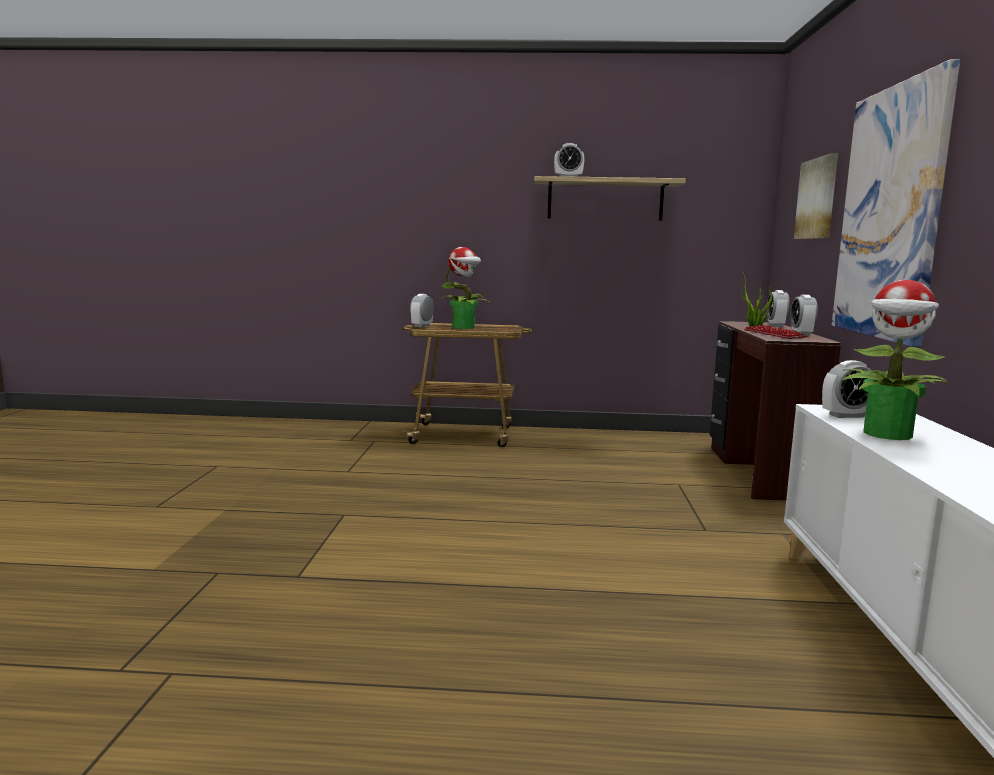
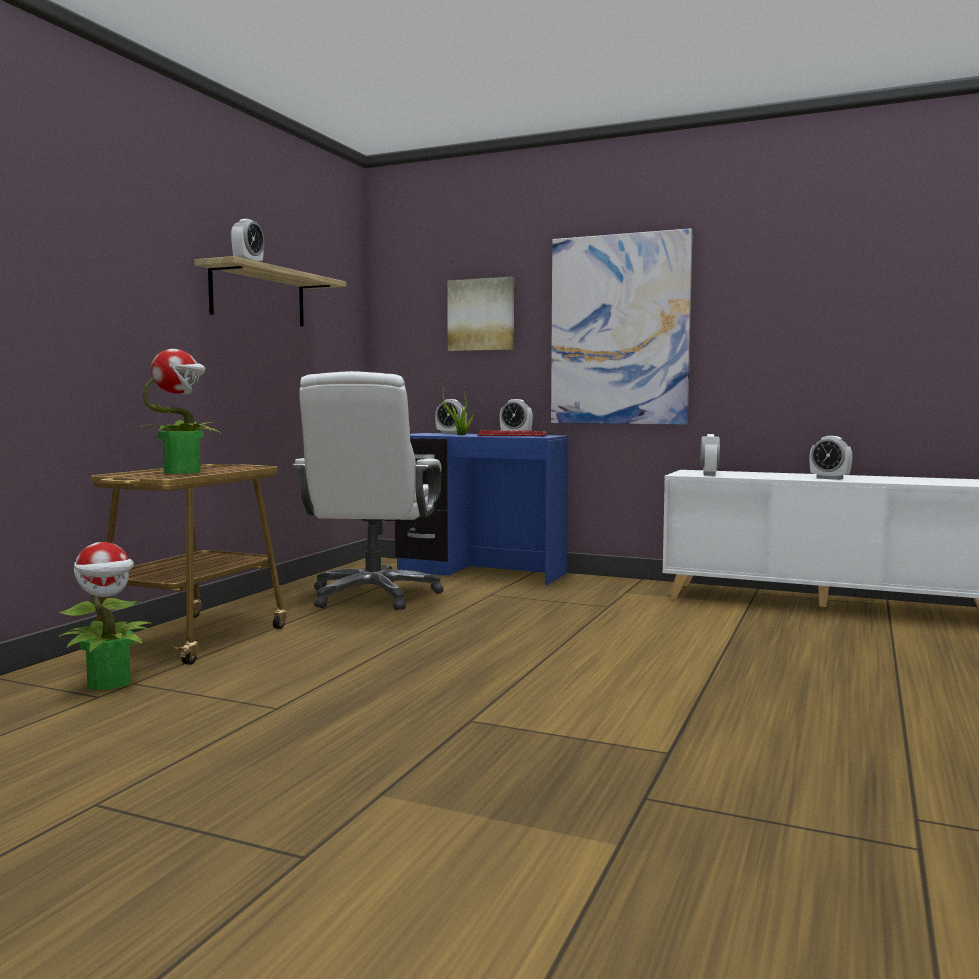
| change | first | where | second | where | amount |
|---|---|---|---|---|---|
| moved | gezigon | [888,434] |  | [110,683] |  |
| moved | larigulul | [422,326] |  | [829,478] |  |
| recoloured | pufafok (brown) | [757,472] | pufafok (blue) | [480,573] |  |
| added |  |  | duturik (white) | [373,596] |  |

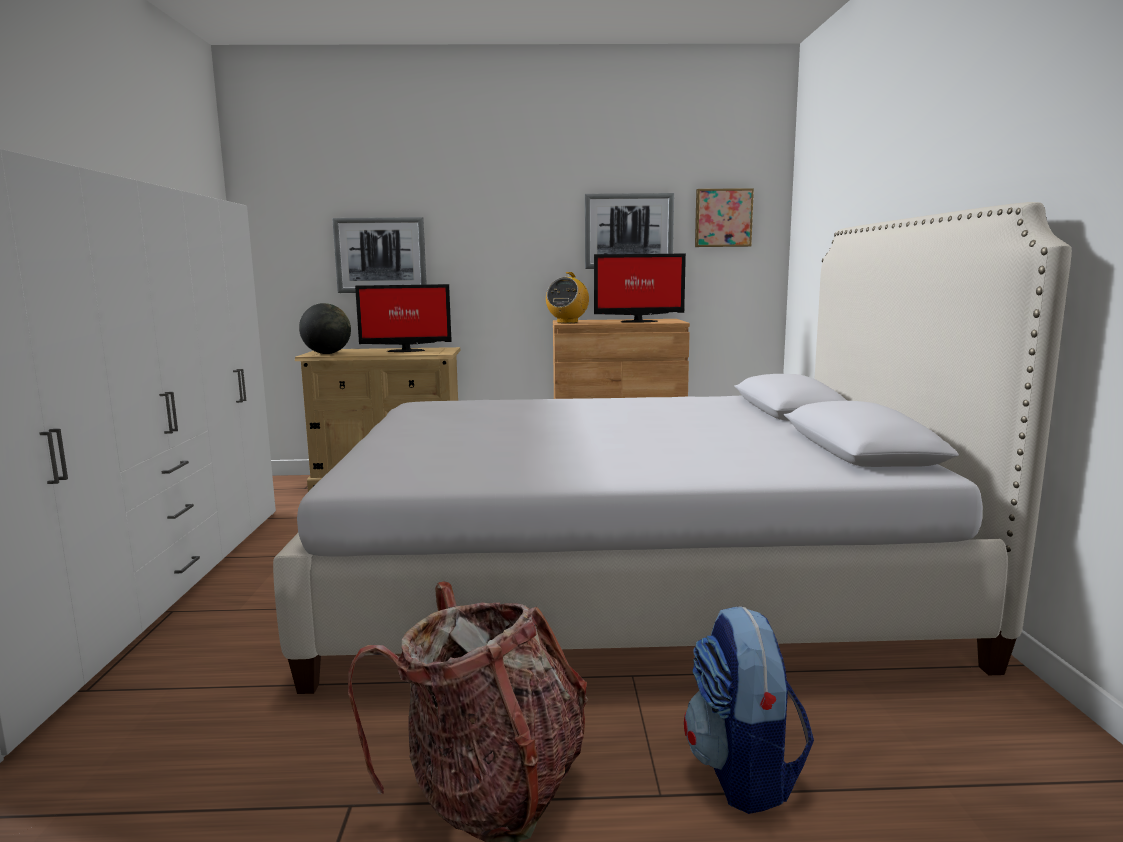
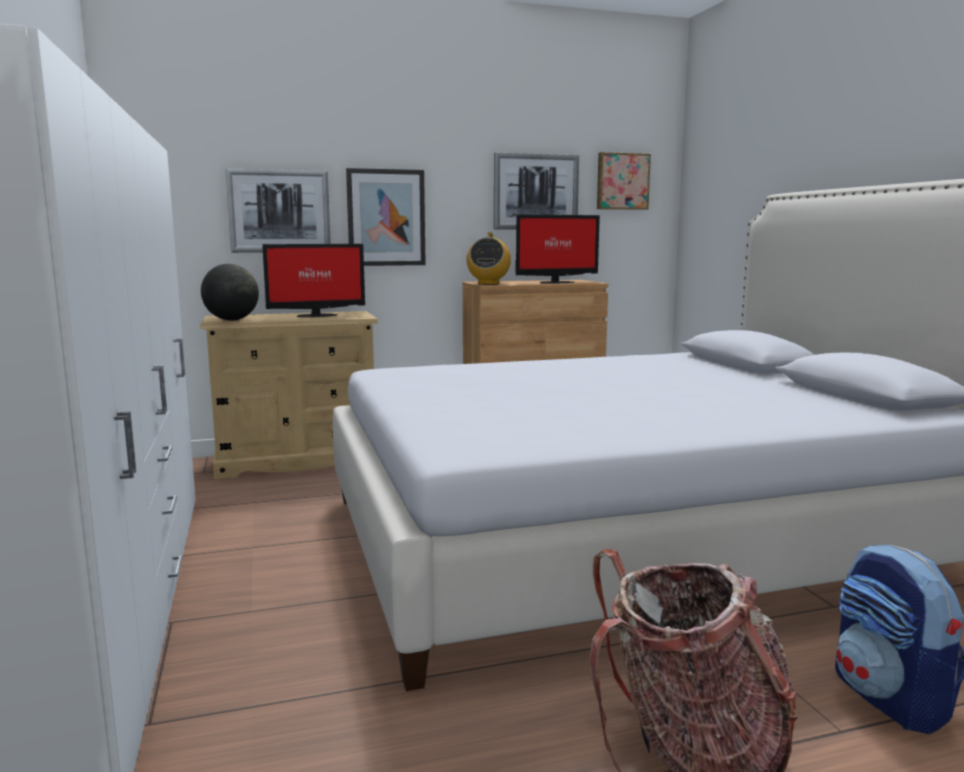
| change | first | where | second | where | amount |
|---|---|---|---|---|---|
| added |  |  | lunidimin | [386,218] |  |

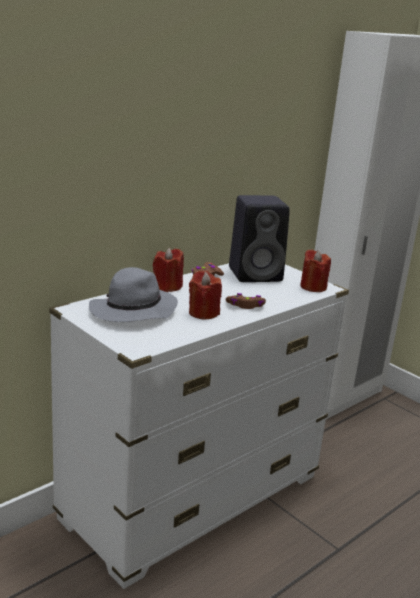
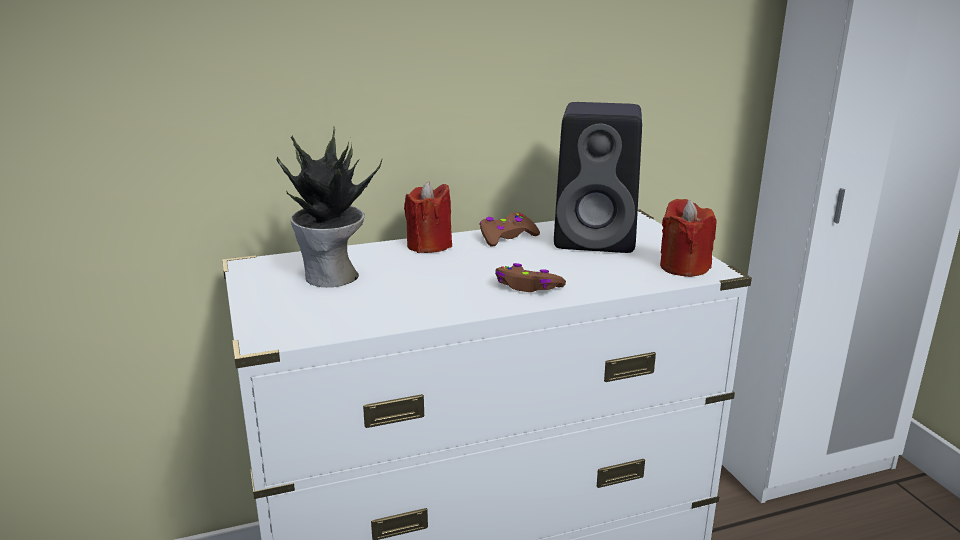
| change | first | where | second | where | amount |
|---|---|---|---|---|---|
| replaced | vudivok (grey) | [132,312] | gezigon | [332,277] |  |
| removed | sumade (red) | [203,313] |  |  |  |

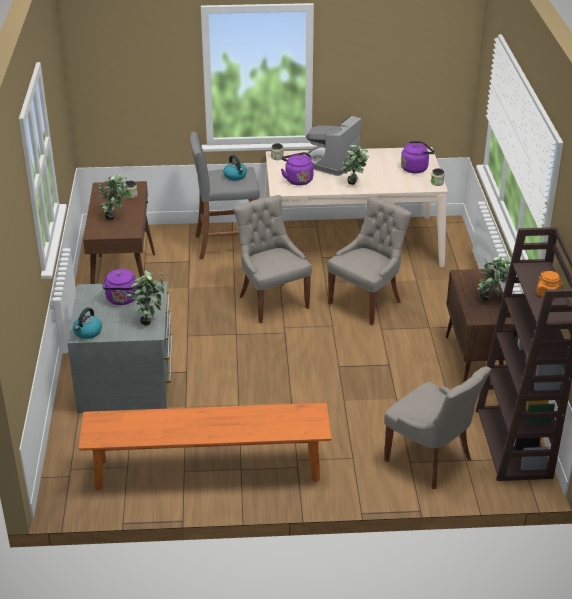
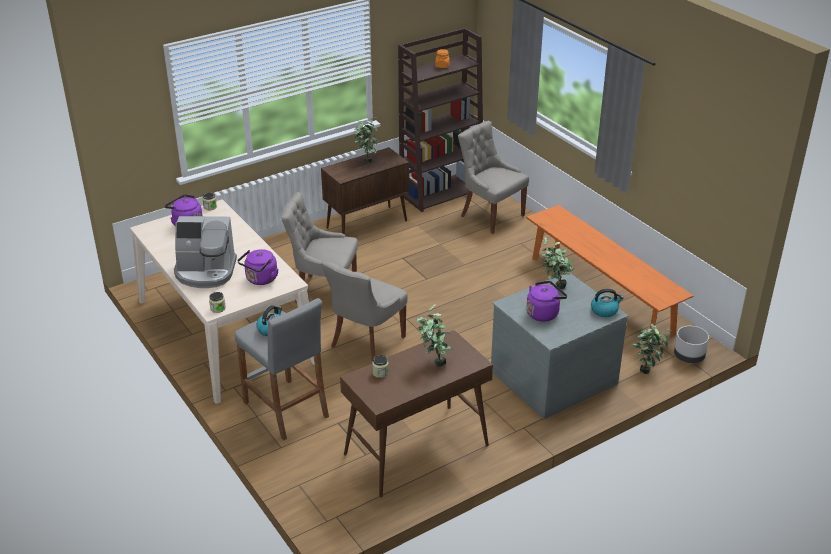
| change | first | where | second | where | amount |
|---|---|---|---|---|---|
| moved | gezigon | [354,185] |  | [647,368] |  |
| turned | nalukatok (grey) | [430,460] |  | [490,215] | 60 degrees counterclockwise |
| added |  |  | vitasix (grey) | [689,357] |  |

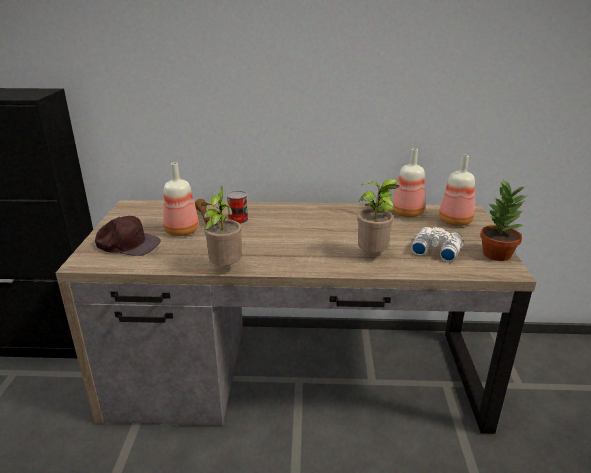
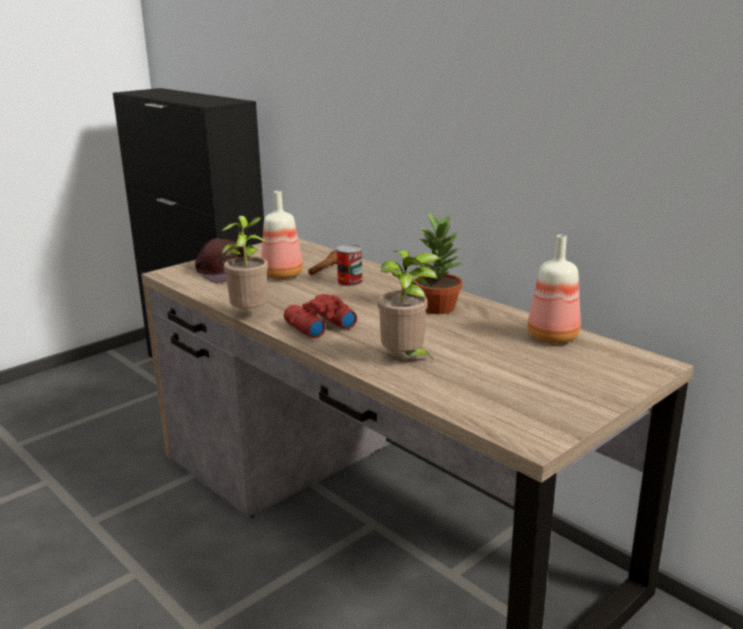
| change | first | where | second | where | amount |
|---|---|---|---|---|---|
| removed | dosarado | [456,221] |  |  |  |
| moved | gezigon | [496,253] |  | [438,307] |  |
| removed | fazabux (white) | [435,250] |  |  |  |
| added |  |  | fazabux (red) | [318,326] |  |

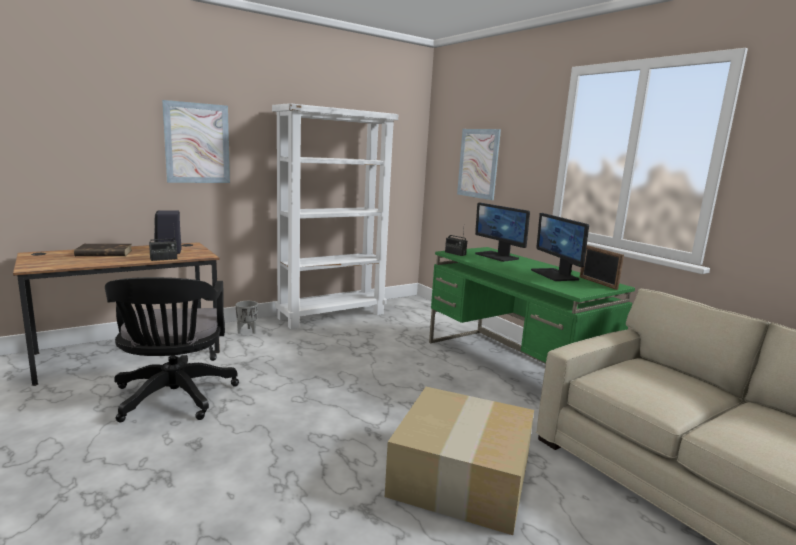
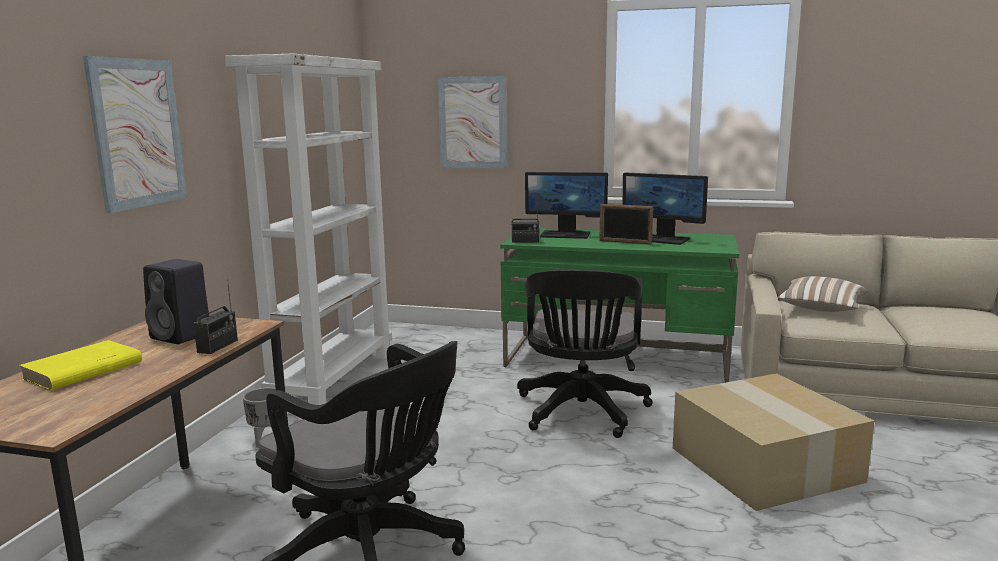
| change | first | where | second | where | amount |
|---|---|---|---|---|---|
| recoloured | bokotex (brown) | [103,253] | bokotex (yellow) | [82,371] |  |
| moved | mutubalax | [597,283] |  | [625,242] |  |
| added |  |  | duturik (black) | [581,413] |  |
| added |  |  | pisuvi | [821,309] |  |

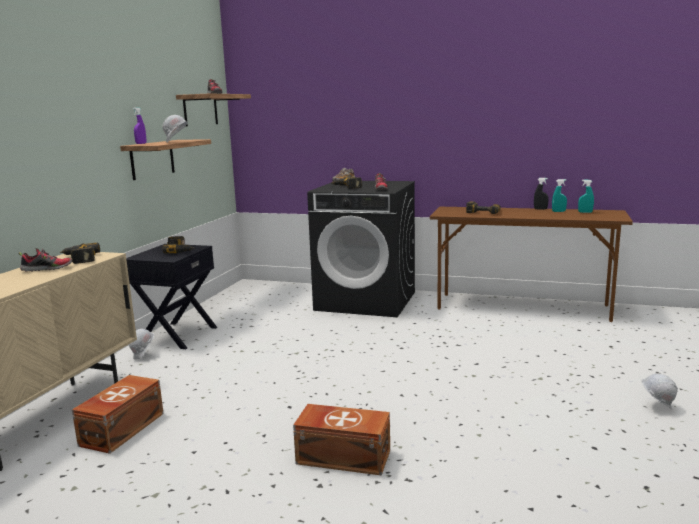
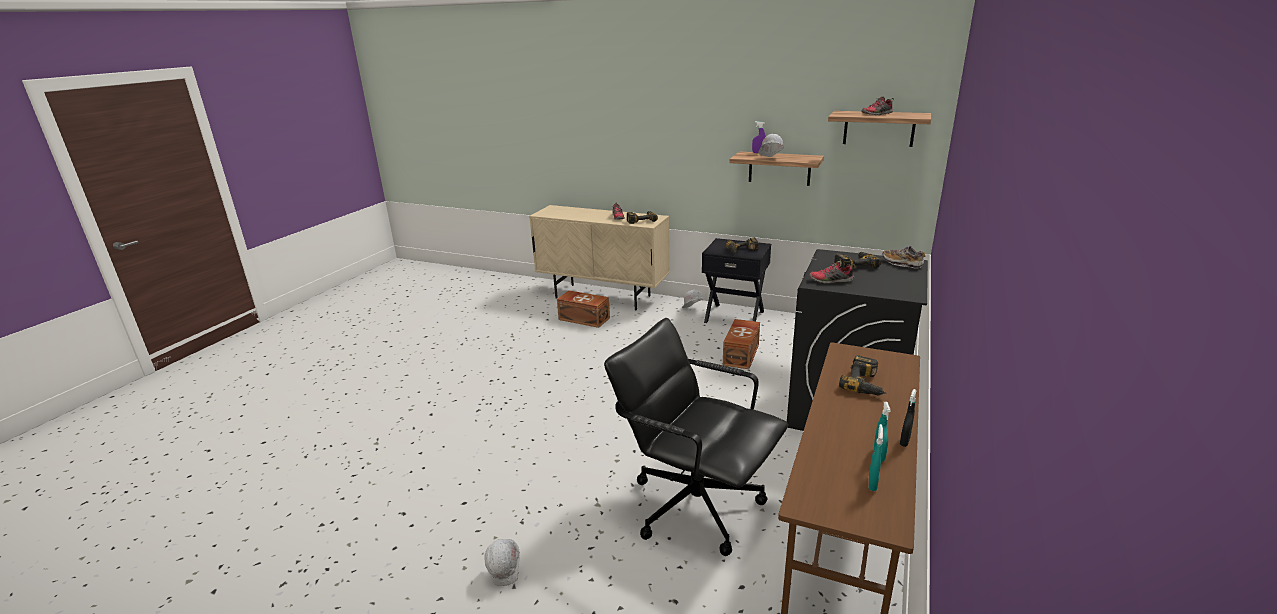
| change | first | where | second | where | amount |
|---|---|---|---|---|---|
| moved | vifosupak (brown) | [342,456] |  | [742,354] |  |
| added |  |  | duturik (black) | [695,504] |  |

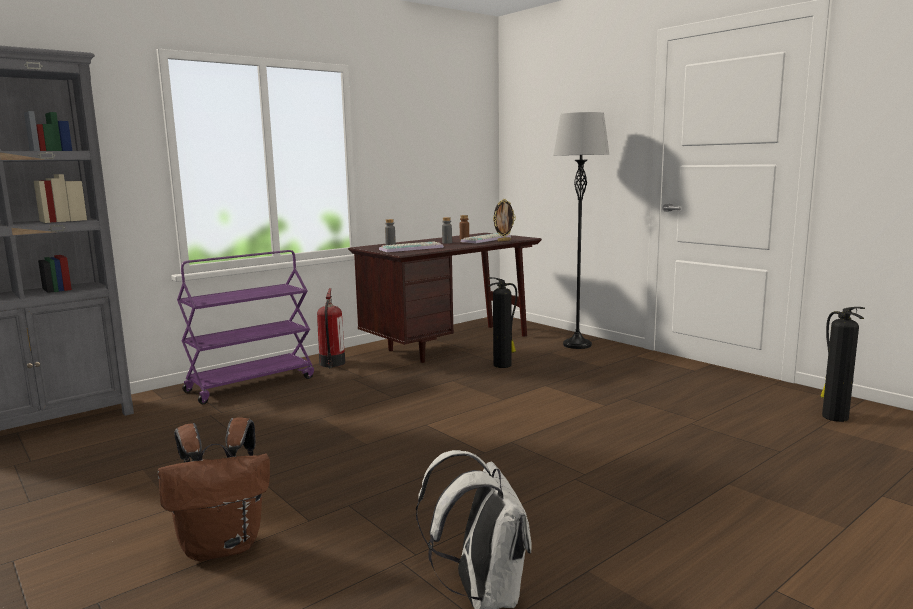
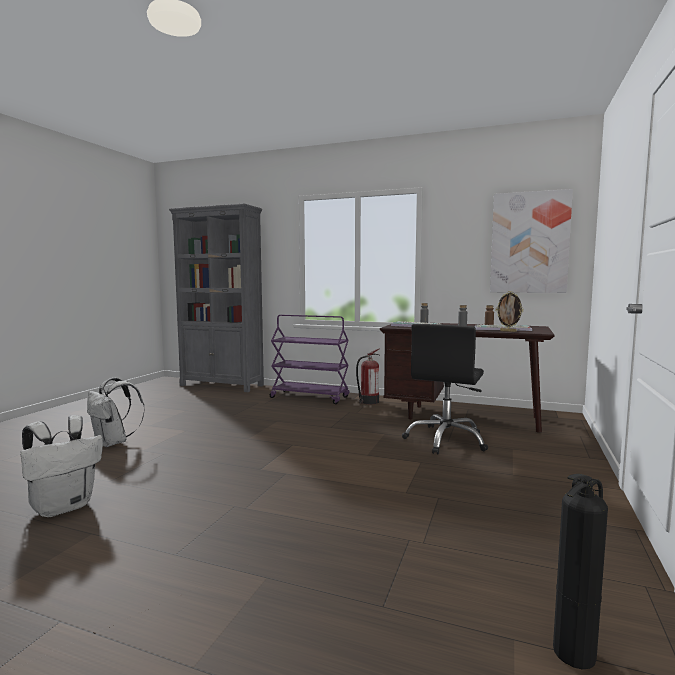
| change | first | where | second | where | amount |
|---|---|---|---|---|---|
| removed | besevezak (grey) | [577,345] |  |  |  |
| replaced | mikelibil | [503,365] | duturik (black) | [446,440] |  |
| recoloured | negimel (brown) | [224,545] | negimel (white) | [113,442] |  |
| added |  |  | lunidimin | [529,242] |  |

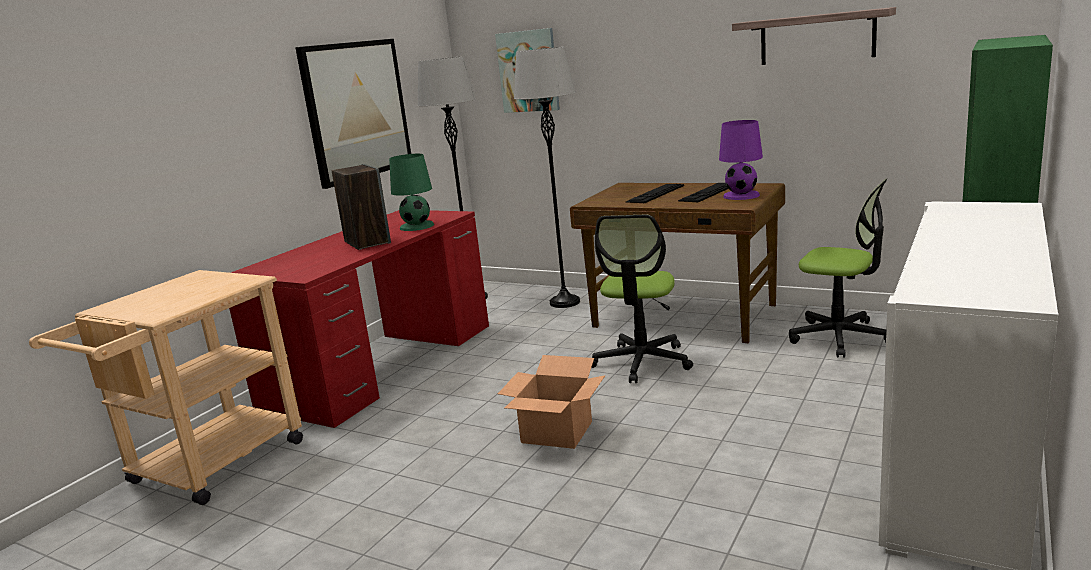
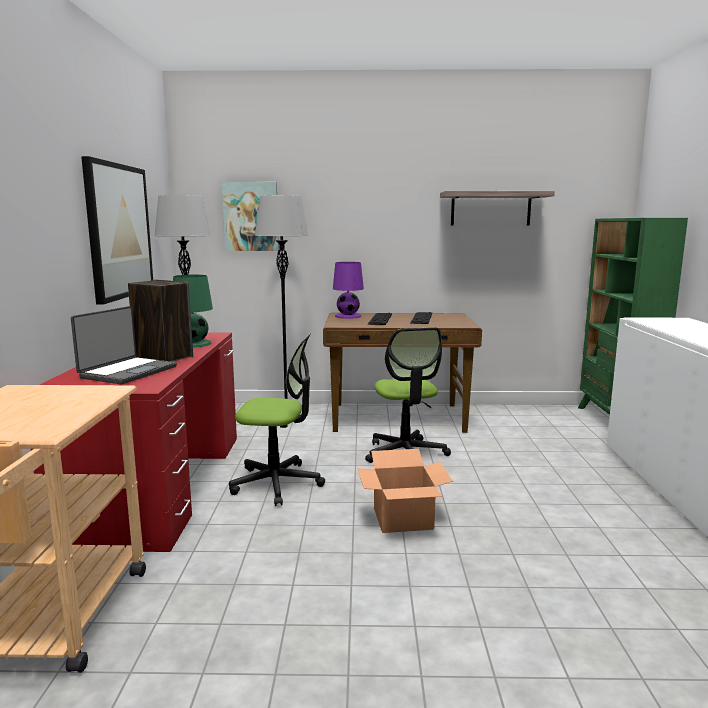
| change | first | where | second | where | amount |
|---|---|---|---|---|---|
| moved | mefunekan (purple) | [741,195] |  | [348,316] |  |
| moved | duturik | [840,337] |  | [277,483] |  |
| added |  |  | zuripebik | [127,372] |  |

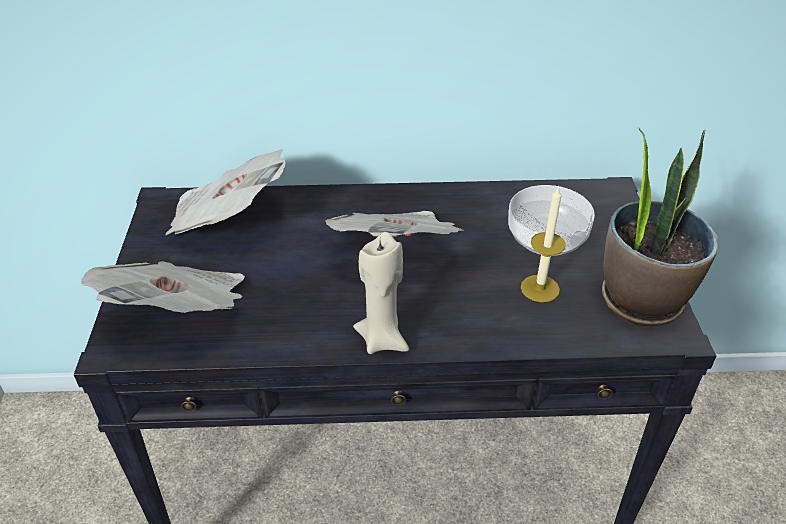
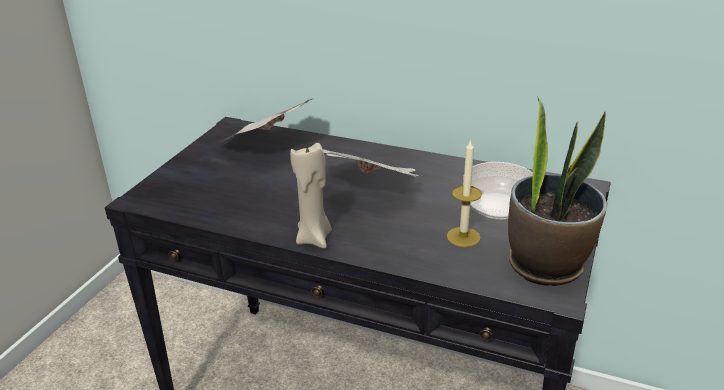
| change | first | where | second | where | amount |
|---|---|---|---|---|---|
| removed | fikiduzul | [180,313] |  |  |  |

